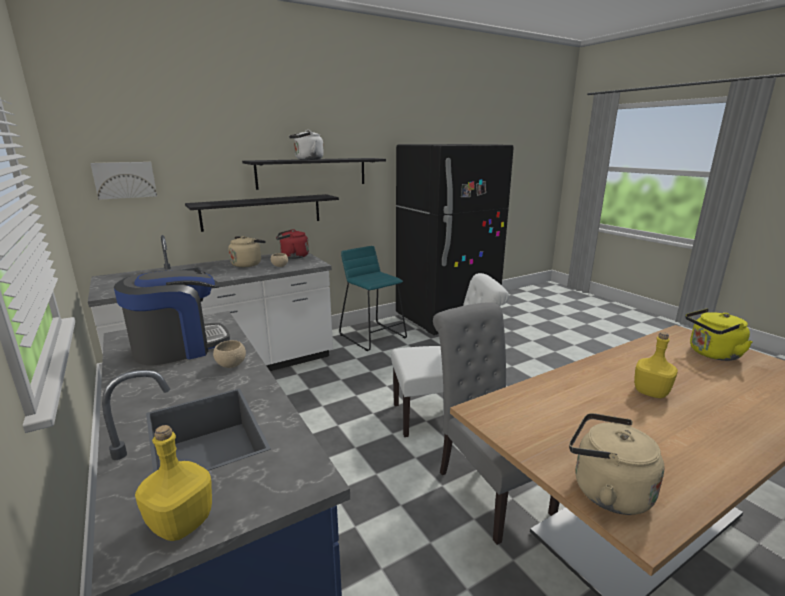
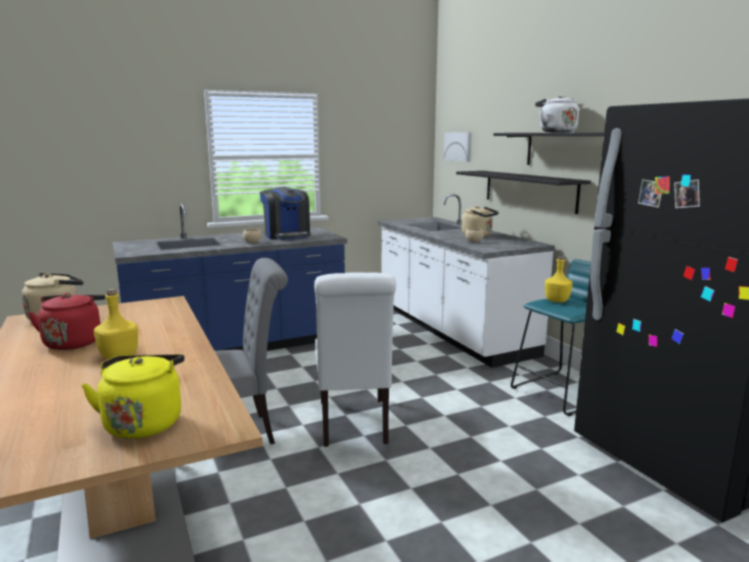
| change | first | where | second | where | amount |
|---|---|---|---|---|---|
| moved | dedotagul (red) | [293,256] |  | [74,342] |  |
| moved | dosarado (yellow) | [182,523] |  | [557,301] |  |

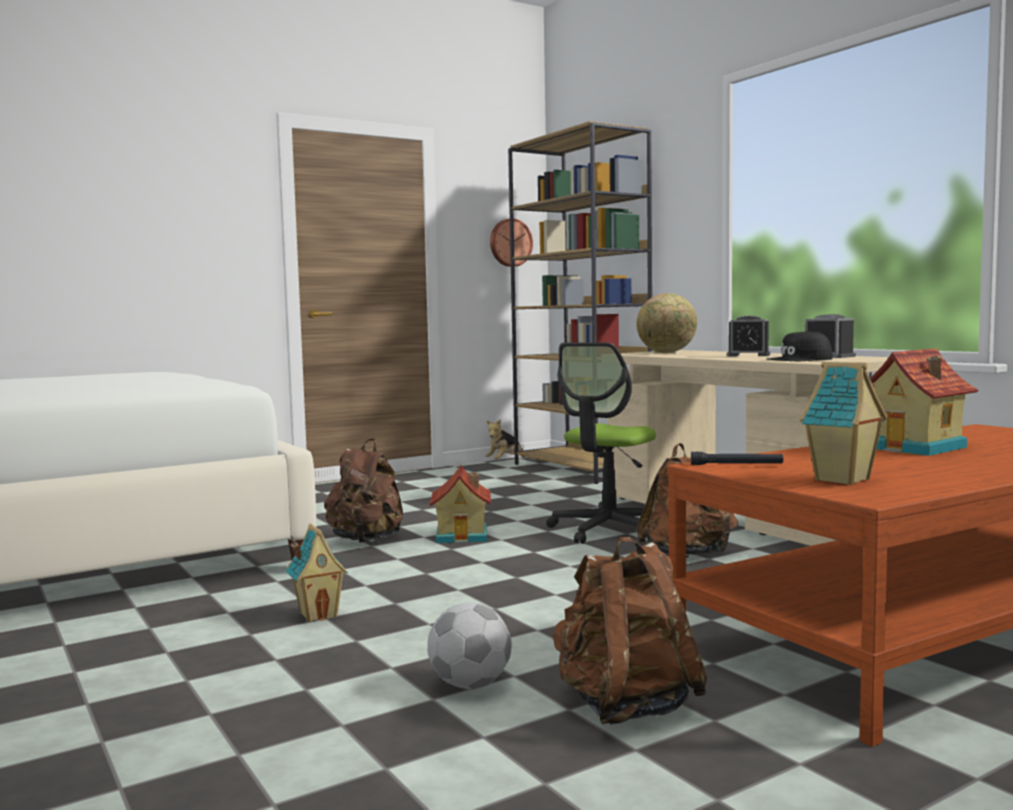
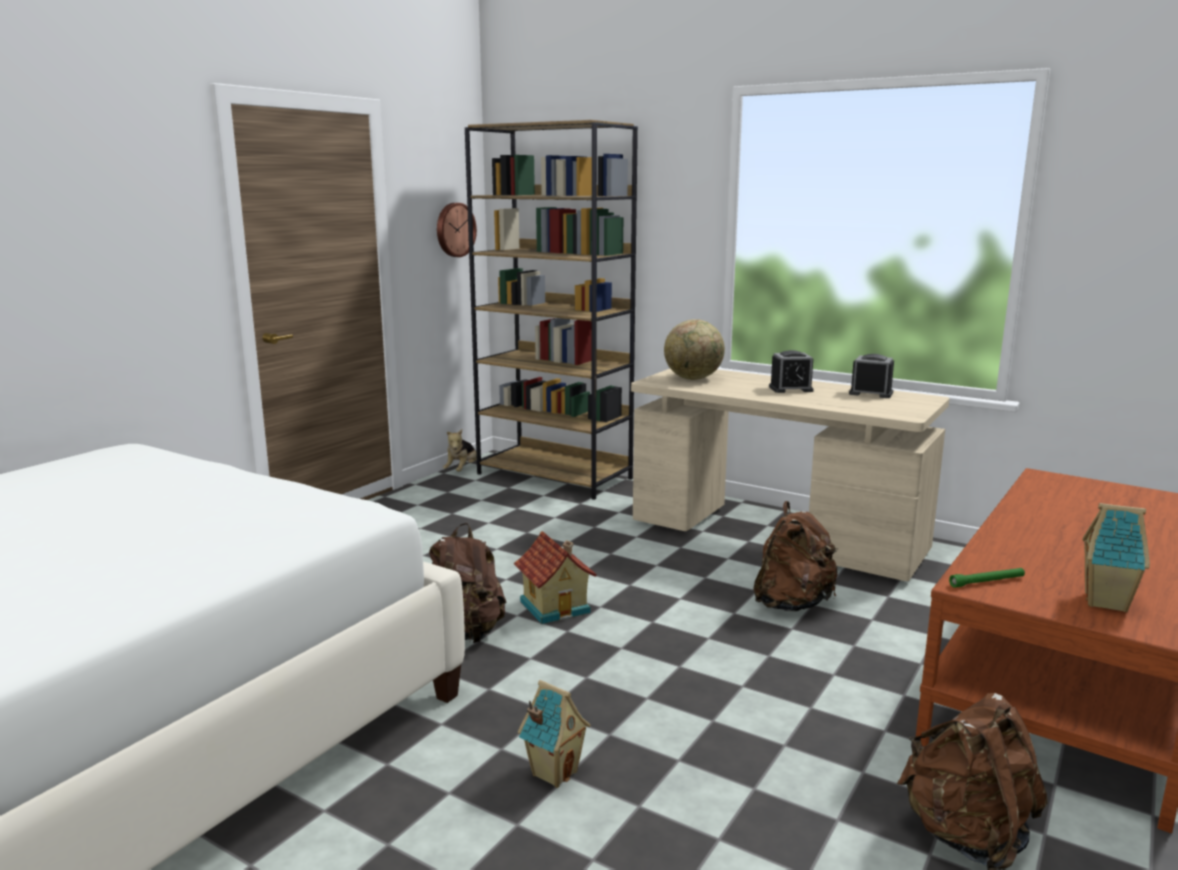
| change | first | where | second | where | amount |
|---|---|---|---|---|---|
| removed | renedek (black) | [800,359] |  |  |  |
| removed | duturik | [608,530] |  |  |  |
| removed | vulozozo | [915,447] |  |  |  |
| recoloured | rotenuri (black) | [736,465] | rotenuri (green) | [987,582] |  |
| removed | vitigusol | [470,685] |  |  |  |

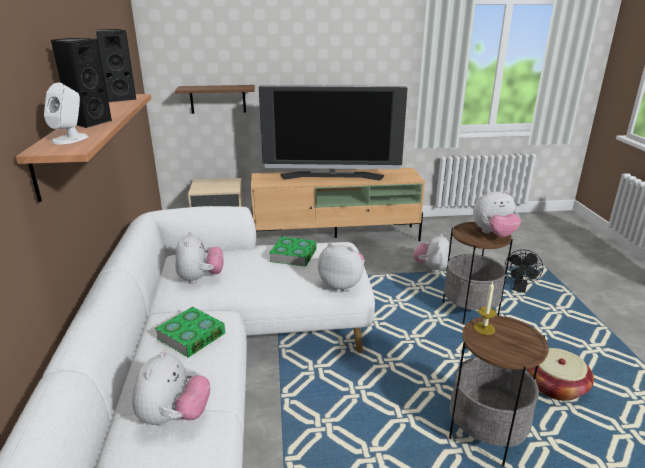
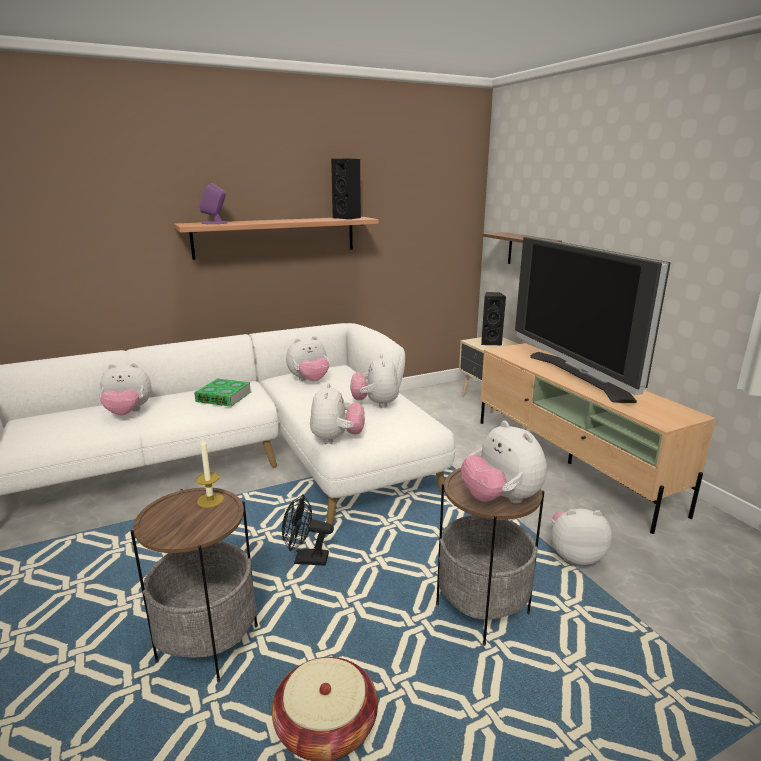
| change | first | where | second | where | amount |
|---|---|---|---|---|---|
| moved | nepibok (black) | [89,123] |  | [490,342] |  |
| recoloured | nepibok (white) | [70,139] | nepibok (purple) | [215,223] |  |
| replaced | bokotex | [293,255] | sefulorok | [375,404] |  |
| moved | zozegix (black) | [519,289] |  | [305,559] |  |

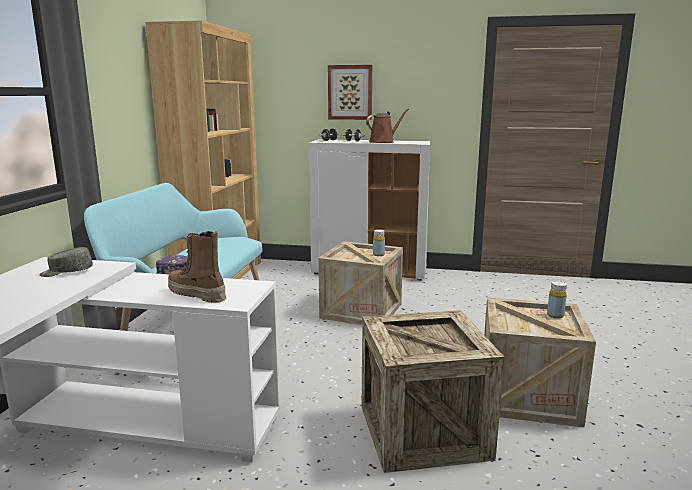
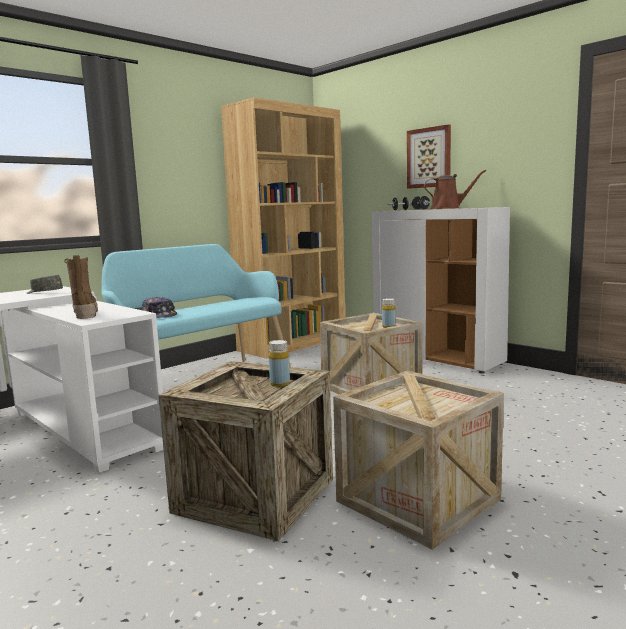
| change | first | where | second | where | amount |
|---|---|---|---|---|---|
| moved | dosarado (yellow) | [555,315] |  | [280,384] |  |

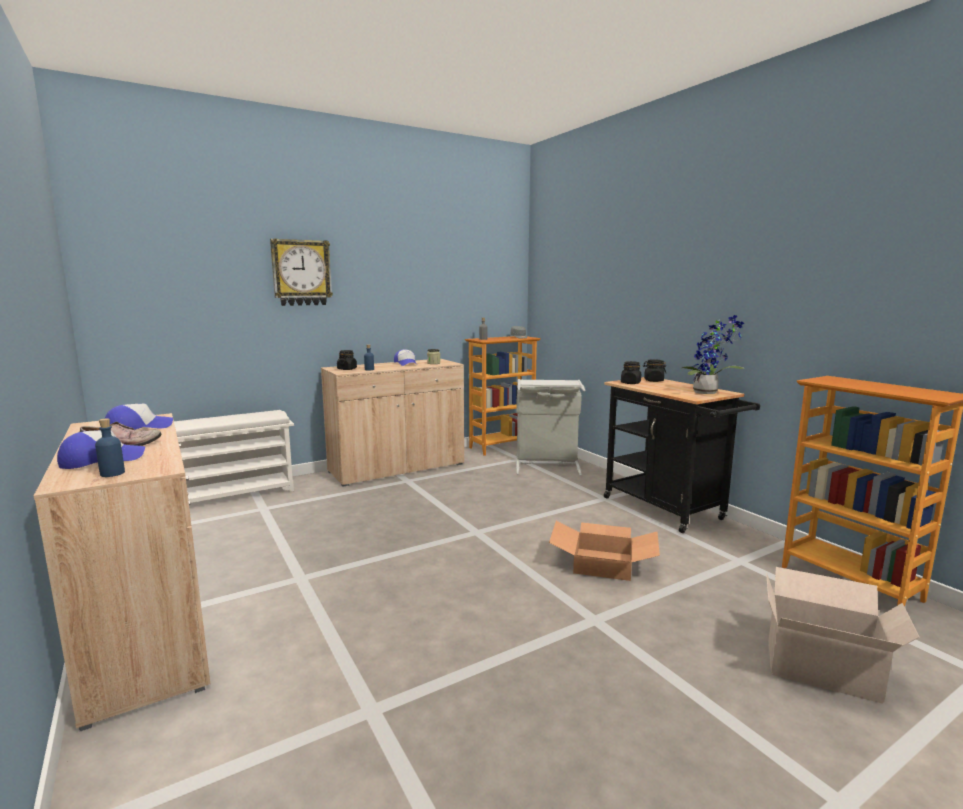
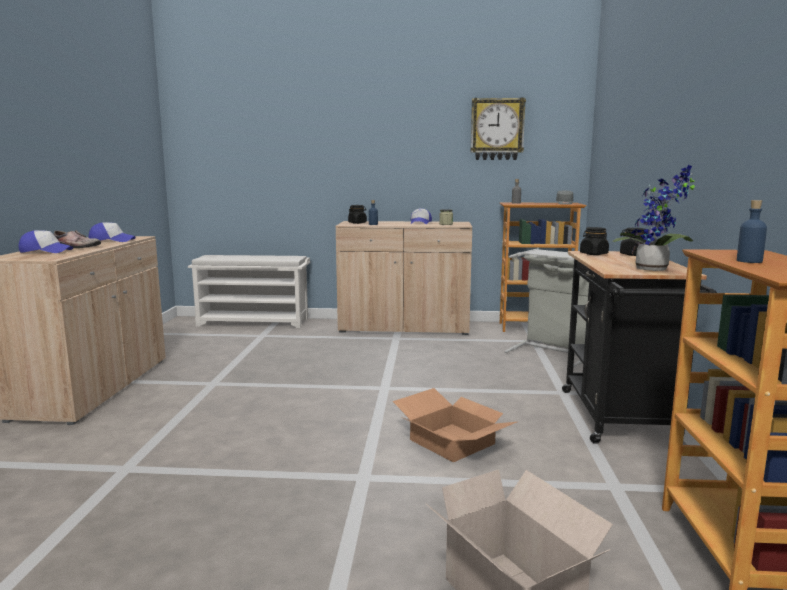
| change | first | where | second | where | amount |
|---|---|---|---|---|---|
| moved | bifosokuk | [301,273] |  | [497,129] |  |
| moved | dosarado (blue) | [112,473] |  | [749,261] |  |

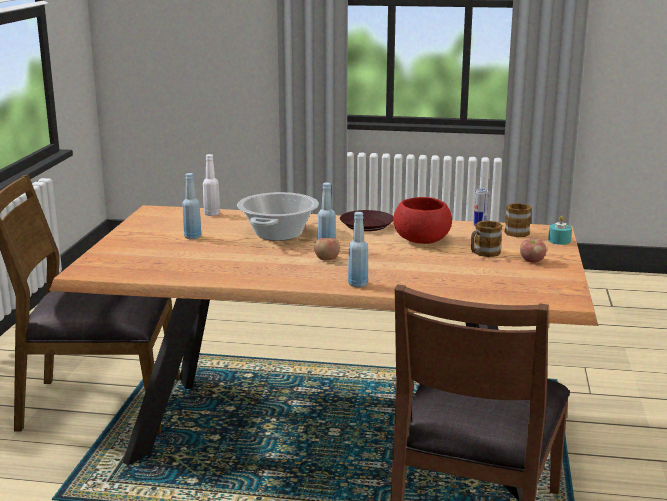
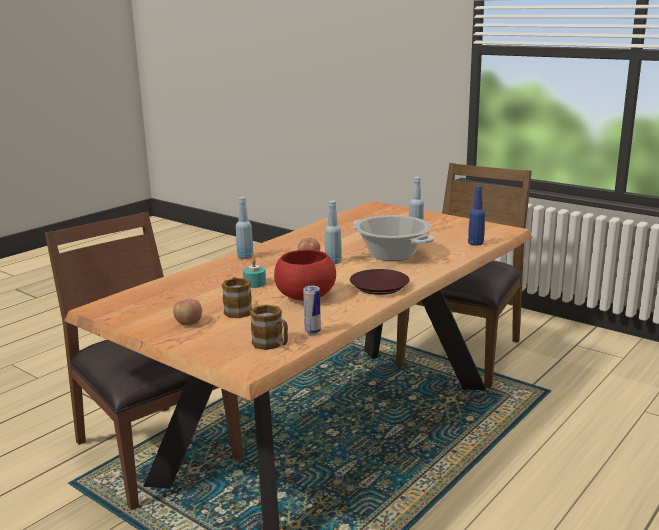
| change | first | where | second | where | amount |
|---|---|---|---|---|---|
| recoloured | dosarado (white) | [212,214] | dosarado (blue) | [475,243] |  |
| moved | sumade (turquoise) | [559,241] |  | [254,283] |  |

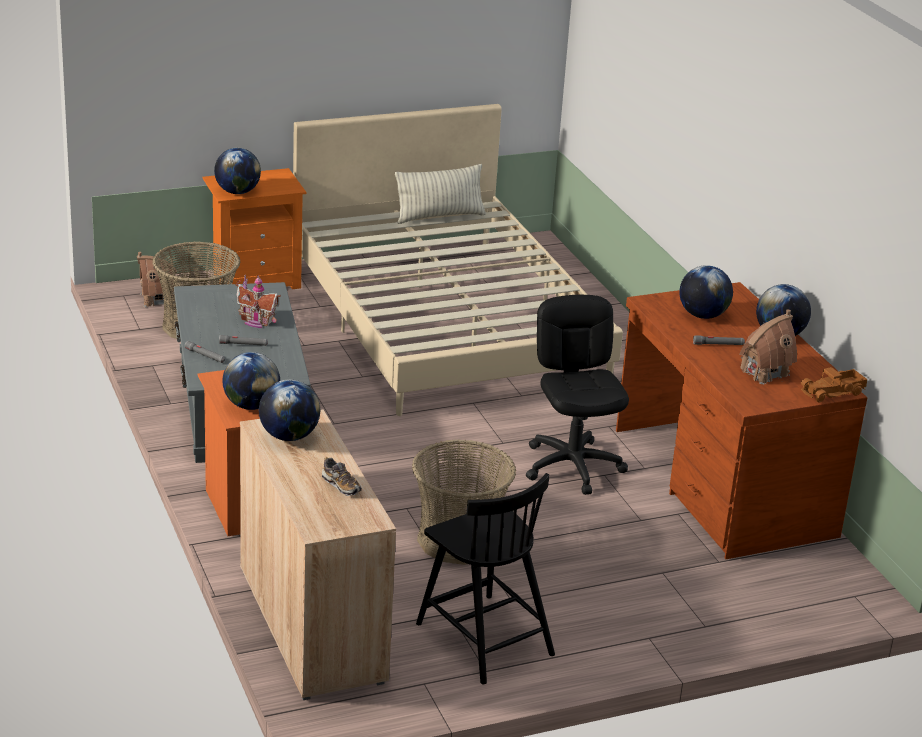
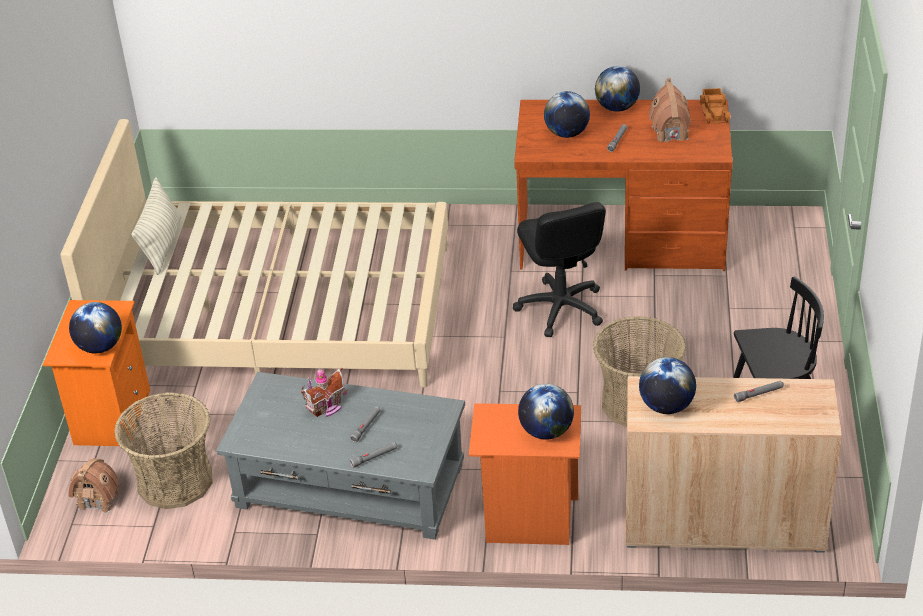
| change | first | where | second | where | amount |
|---|---|---|---|---|---|
| turned | duturik (black) | [573,466] |  | [560,308] | 120 degrees counterclockwise |
| replaced | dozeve | [341,485] | rotenuri (grey) | [759,394] |  |

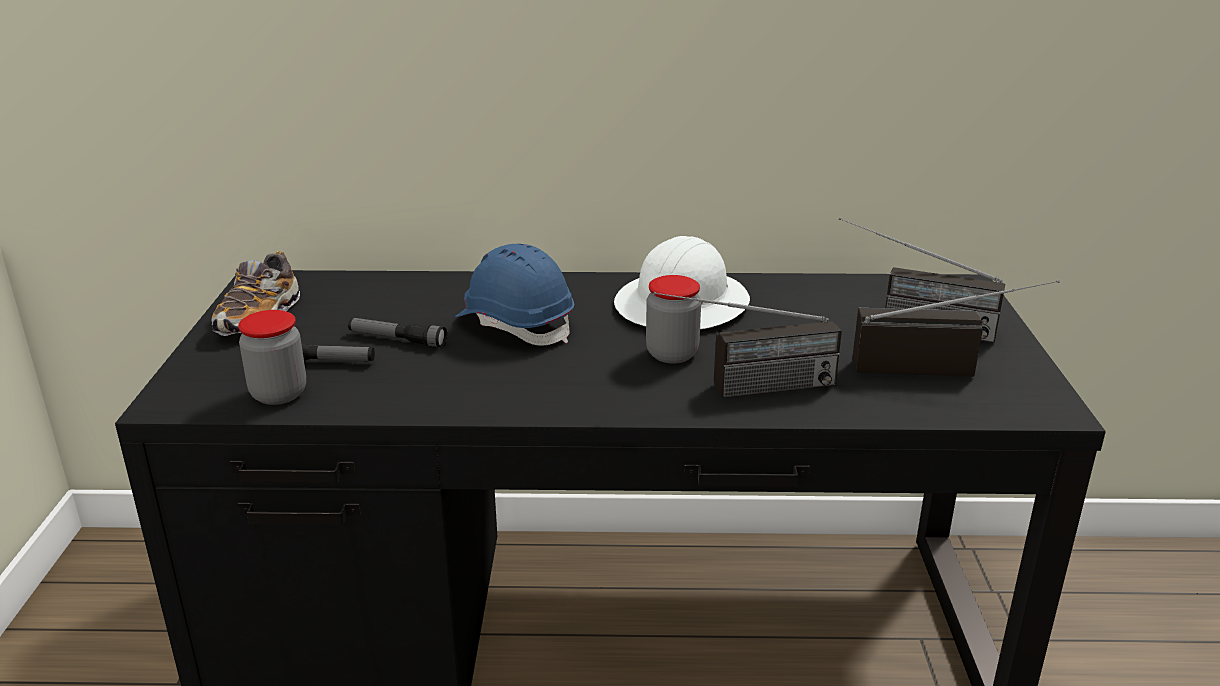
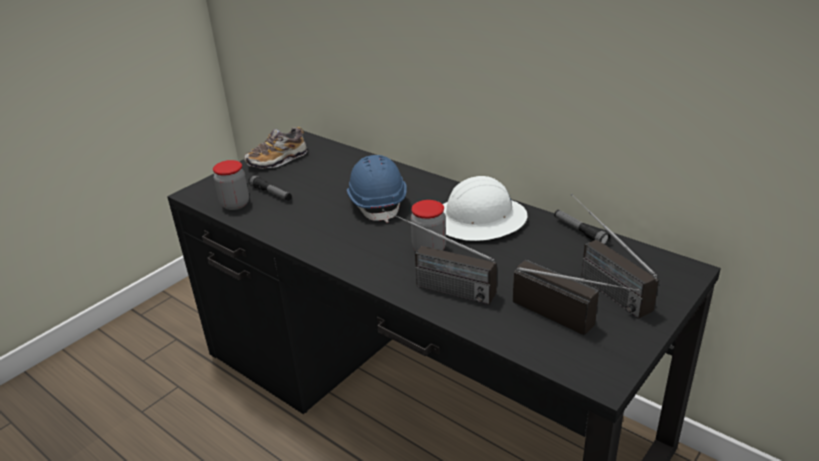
| change | first | where | second | where | amount |
|---|---|---|---|---|---|
| moved | rotenuri | [397,339] |  | [579,232] |  |

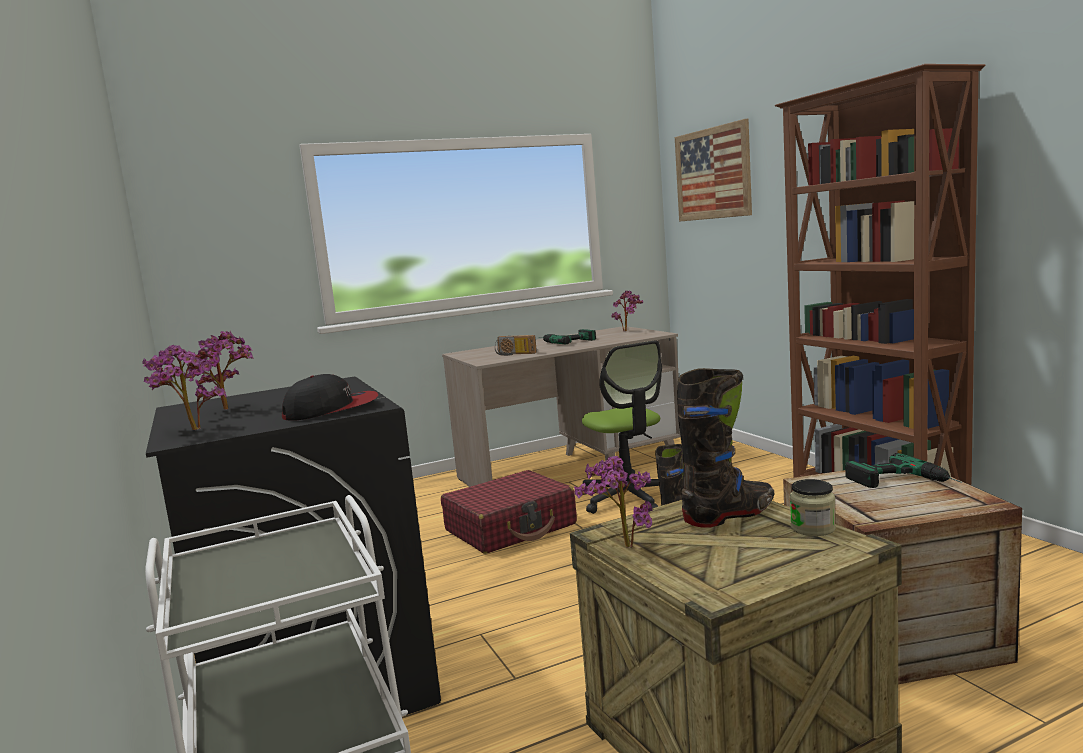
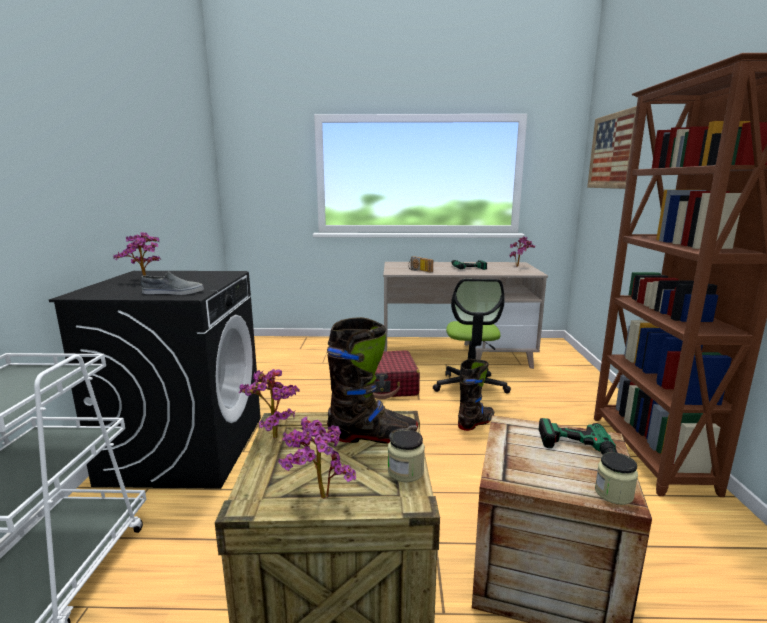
| change | first | where | second | where | amount |
|---|---|---|---|---|---|
| moved | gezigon | [189,431] |  | [317,499] |  |
| replaced | renedek | [331,410] | dozeve (grey) | [173,292] |  |
| added |  |  | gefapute | [613,493] |  |

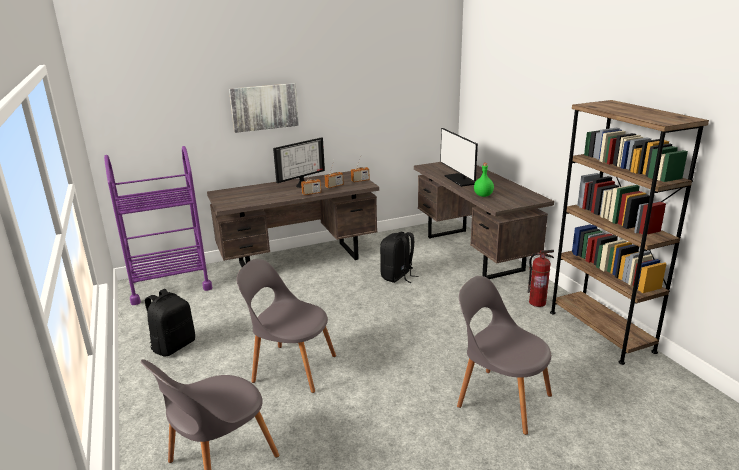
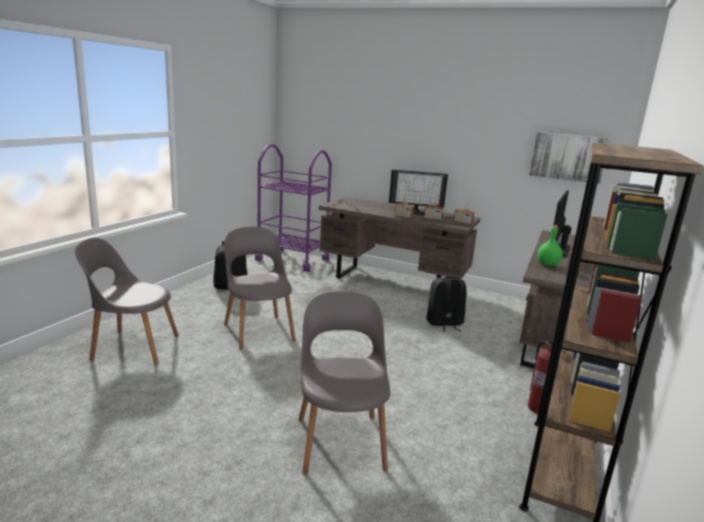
| change | first | where | second | where | amount |
|---|---|---|---|---|---|
| moved | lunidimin | [264,107] |  | [568,157] |  |

